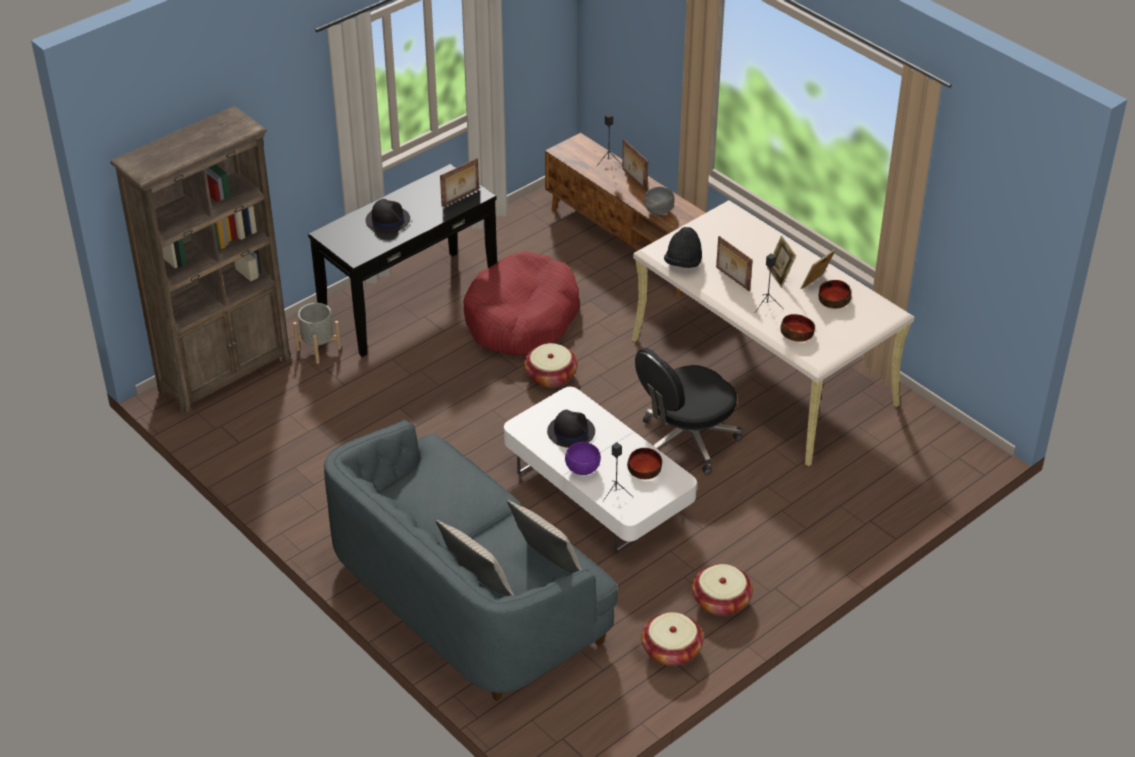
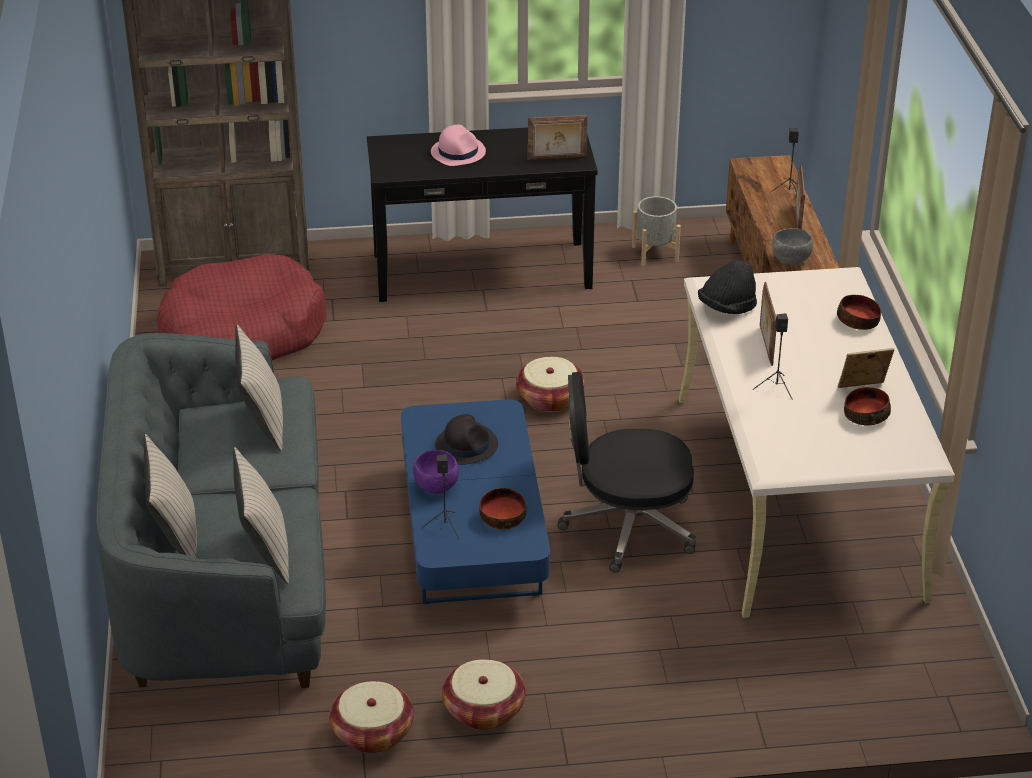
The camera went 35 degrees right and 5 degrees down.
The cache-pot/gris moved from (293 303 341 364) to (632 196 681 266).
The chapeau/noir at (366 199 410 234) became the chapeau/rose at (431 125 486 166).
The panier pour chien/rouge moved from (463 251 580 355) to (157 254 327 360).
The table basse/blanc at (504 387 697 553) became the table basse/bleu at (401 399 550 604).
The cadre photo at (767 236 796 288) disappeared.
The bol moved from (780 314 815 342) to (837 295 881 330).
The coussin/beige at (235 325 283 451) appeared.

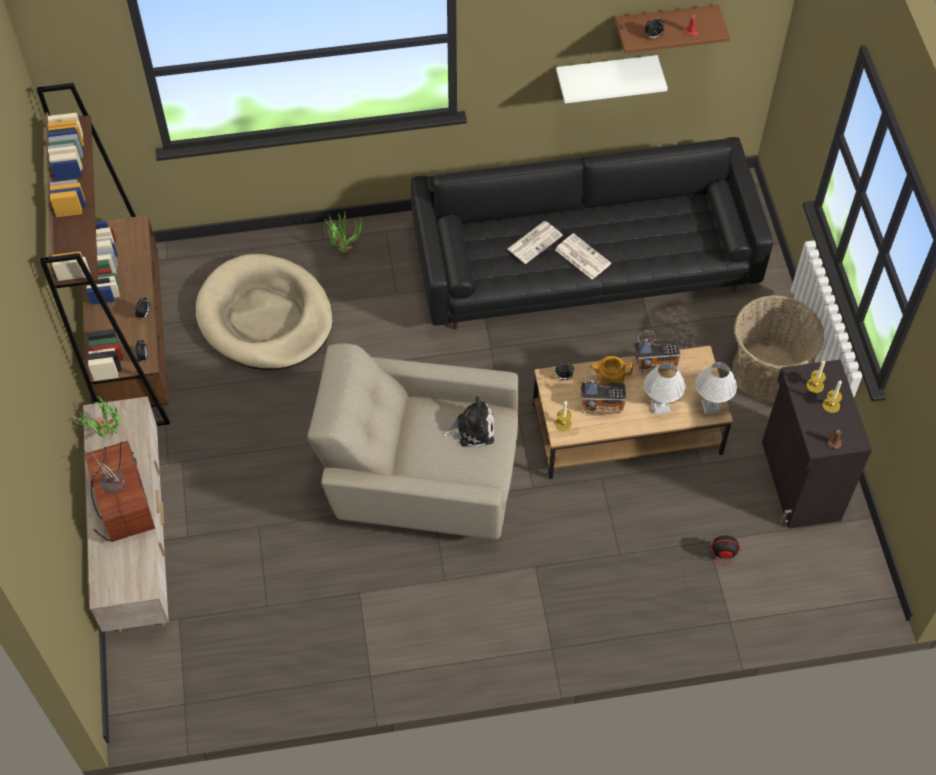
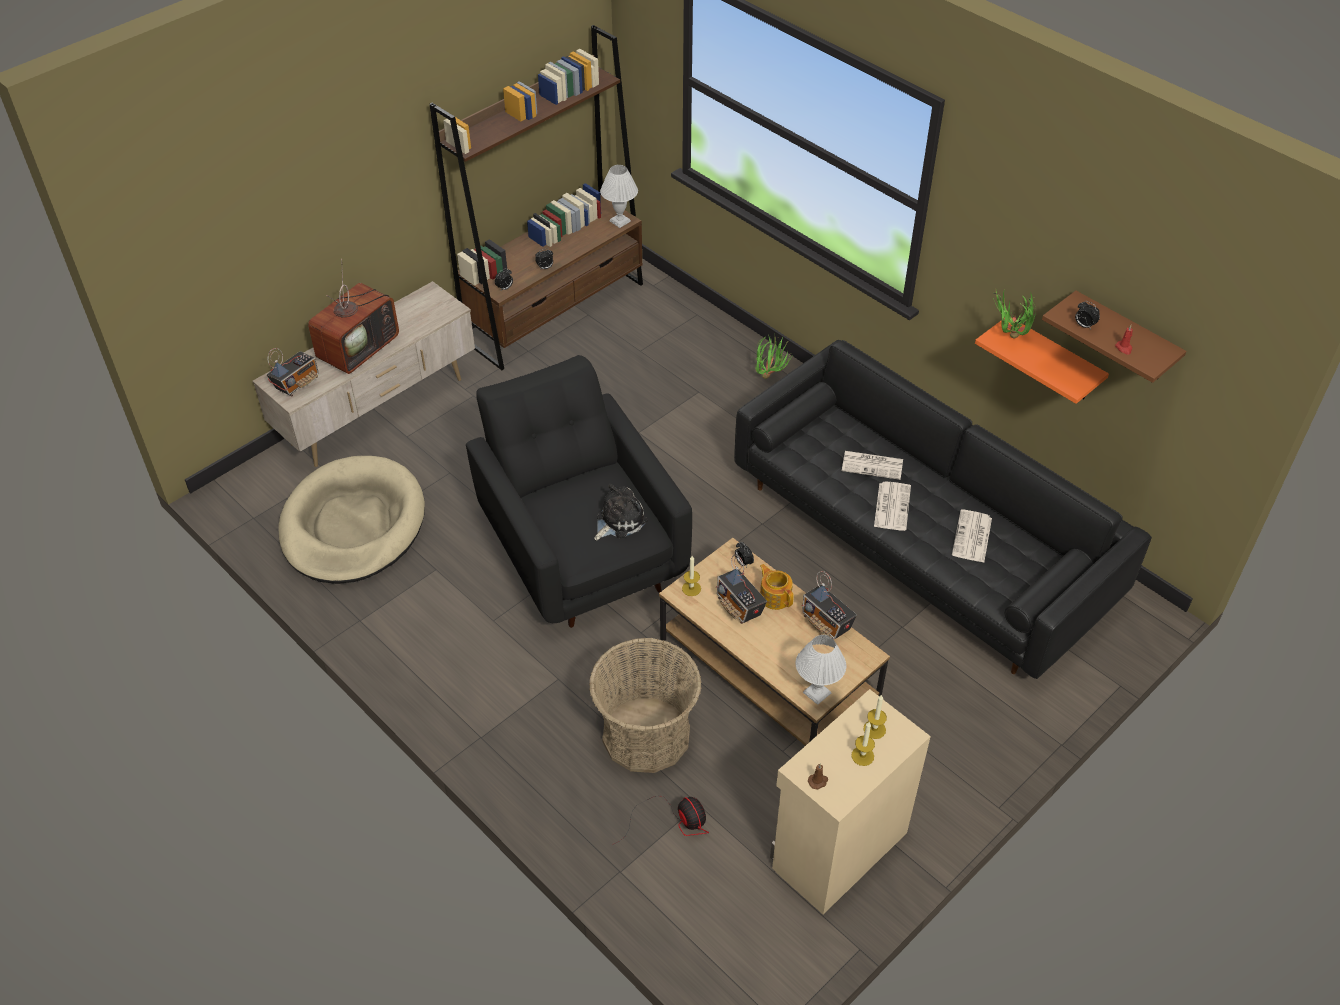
The camera went 55 degrees right and 10 degrees down.
The plante en pot moved from (74 396 120 438) to (993 289 1036 339).
The panier pour chien/beige moved from (196 254 333 370) to (278 456 425 584).
The fauteuil/beige at (308 343 519 540) became the fauteuil/noir at (466 355 692 628).
The peluche at (442 396 494 447) turned 90 degrees counterclockwise.
The étagère/blanc at (556 55 668 103) became the étagère/orange at (975 318 1109 404).
The lampe de table/blanc moved from (644 362 685 415) to (600 165 638 228).
The panier moved from (732 295 824 403) to (589 637 702 773).
The meuble de rangement/noir at (762 359 872 528) became the meuble de rangement/beige at (770 689 931 914).
The radio at (267 348 319 396) appeared.
The journal at (952 509 992 563) appeared.

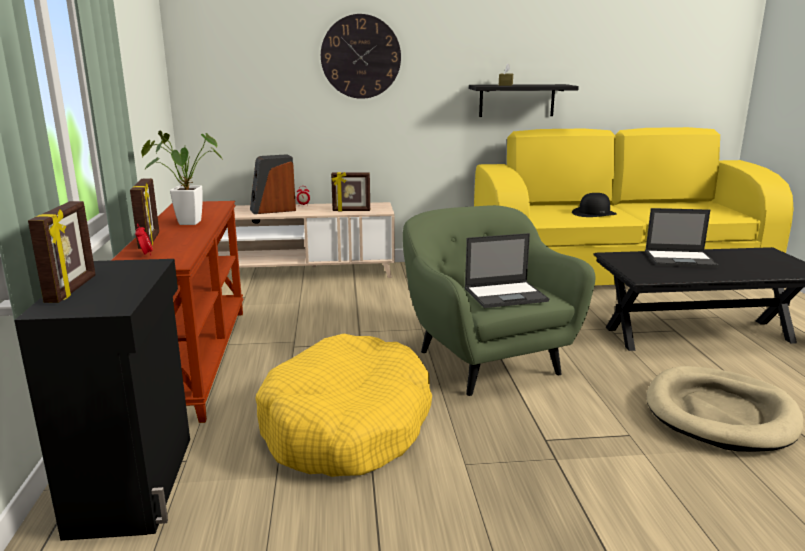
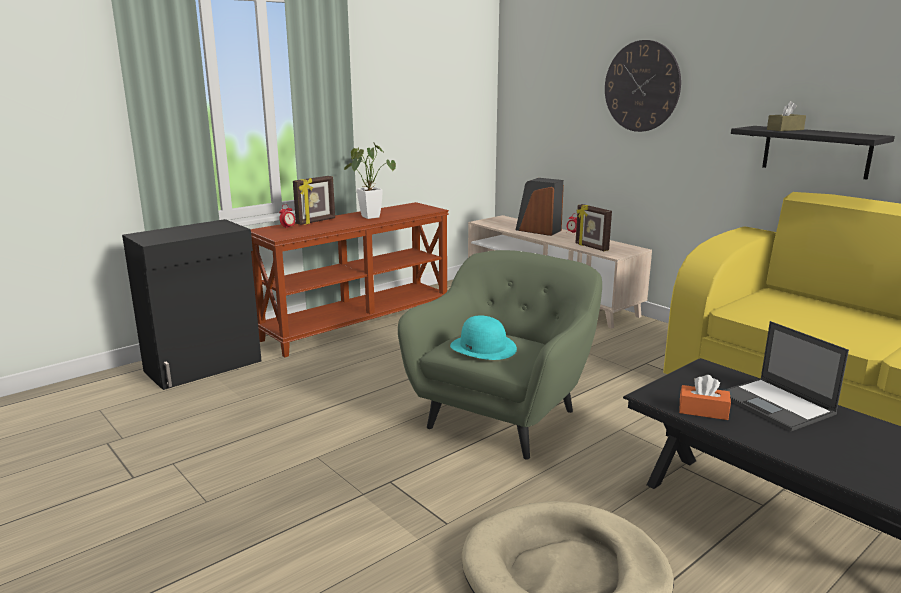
The camera went 55 degrees right and 0 degrees up.
The cadre photo at (28 201 96 303) disappeared.
The panier pour chien/jaune at (255 334 432 477) disappeared.
The ordinateur portable at (465 233 549 308) was replaced by the chapeau/turquoise at (450 315 517 360).
The chapeau/noir at (572 193 617 217) disappeared.
The boîte à mouchoirs/orange at (679 375 731 420) appeared.

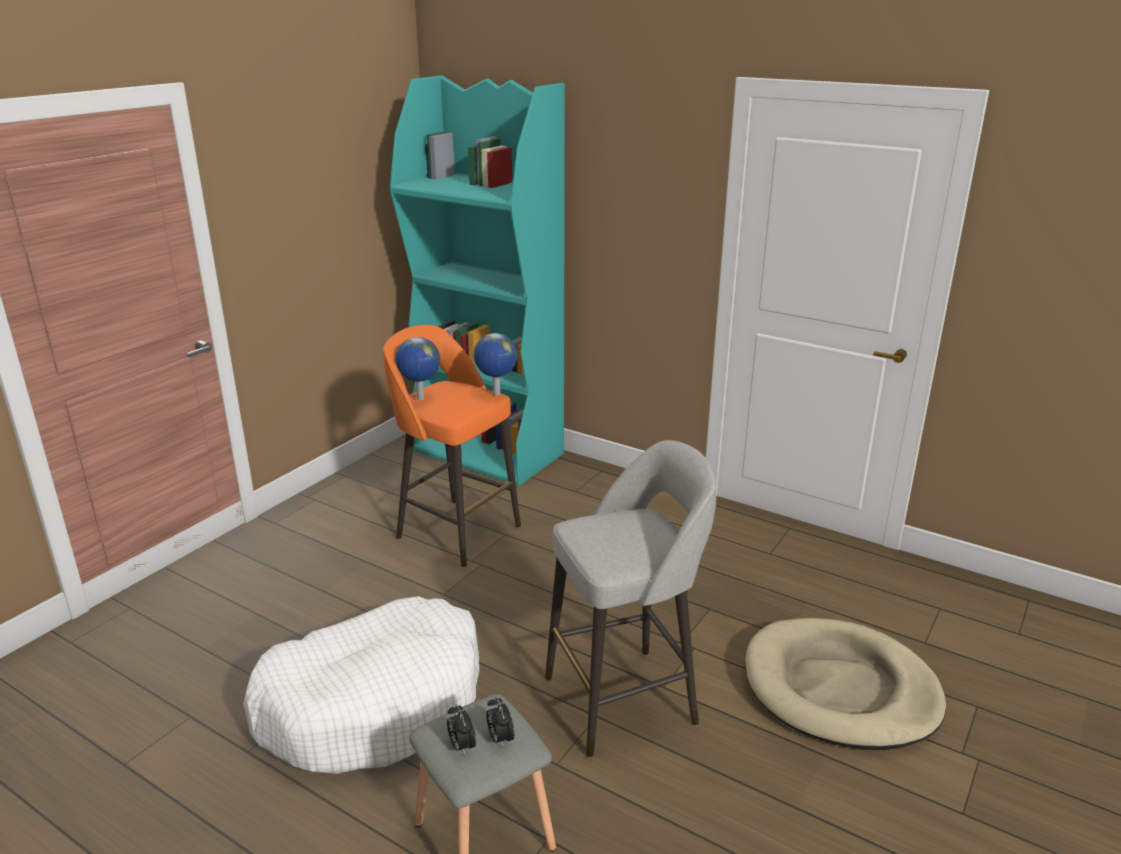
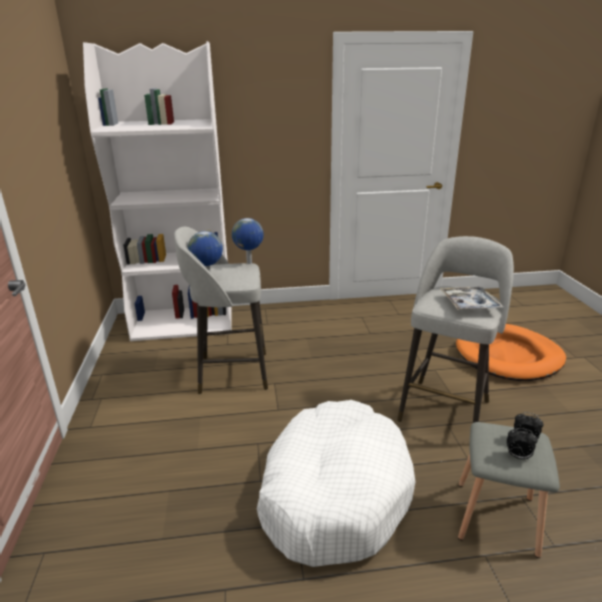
The camera went 40 degrees left and 0 degrees up.
The tabouret/orange at (383 325 521 567) became the tabouret/gris at (174 227 268 394).
The bibliothèque/turquoise at (390 76 565 486) became the bibliothèque/blanc at (83 41 232 341).
The panier pour chien/beige at (745 618 946 750) became the panier pour chien/orange at (456 324 566 381).
The plateau at (440 287 503 310) appeared.

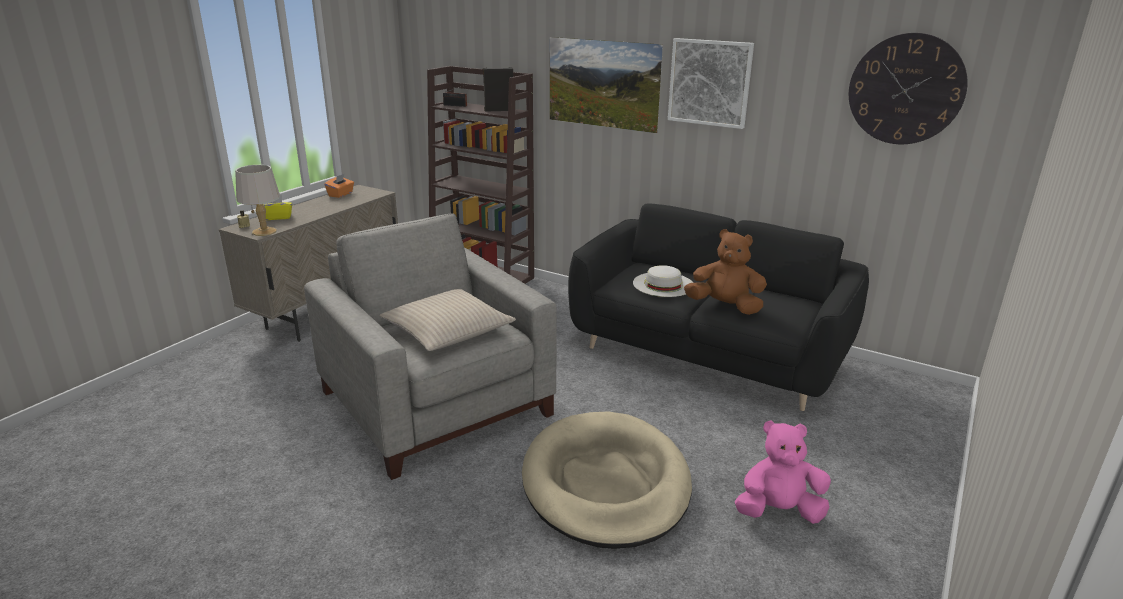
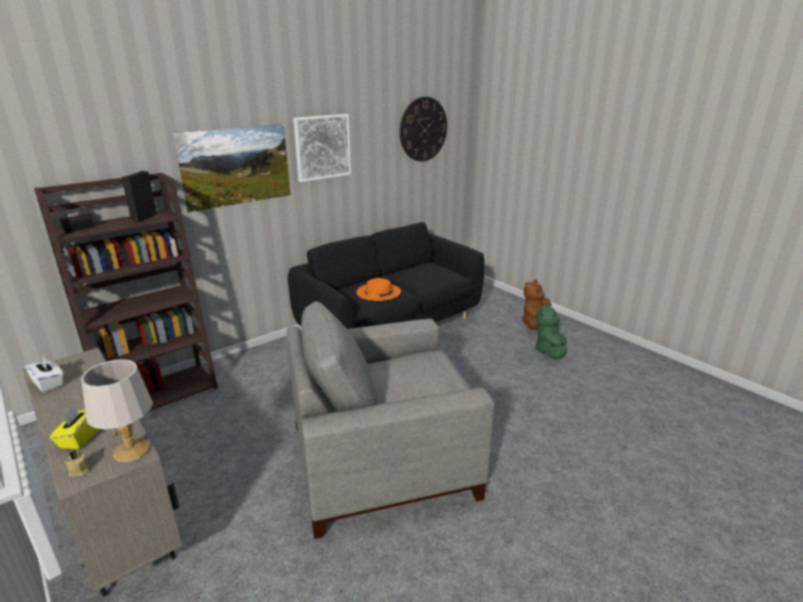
The camera went 70 degrees left and 0 degrees up.
The boîte à mouchoirs/orange at (325 174 354 198) became the boîte à mouchoirs/blanc at (25 356 64 393).
The coussin/beige at (379 289 516 351) disappeared.
The panier pour chien/beige at (522 411 692 549) disappeared.
The chapeau/blanc at (633 265 693 297) became the chapeau/orange at (357 278 401 301).
The peluche/marron moved from (684 229 767 315) to (522 279 551 329).
The peluche/rose at (735 420 831 524) became the peluche/vert at (534 303 567 359).

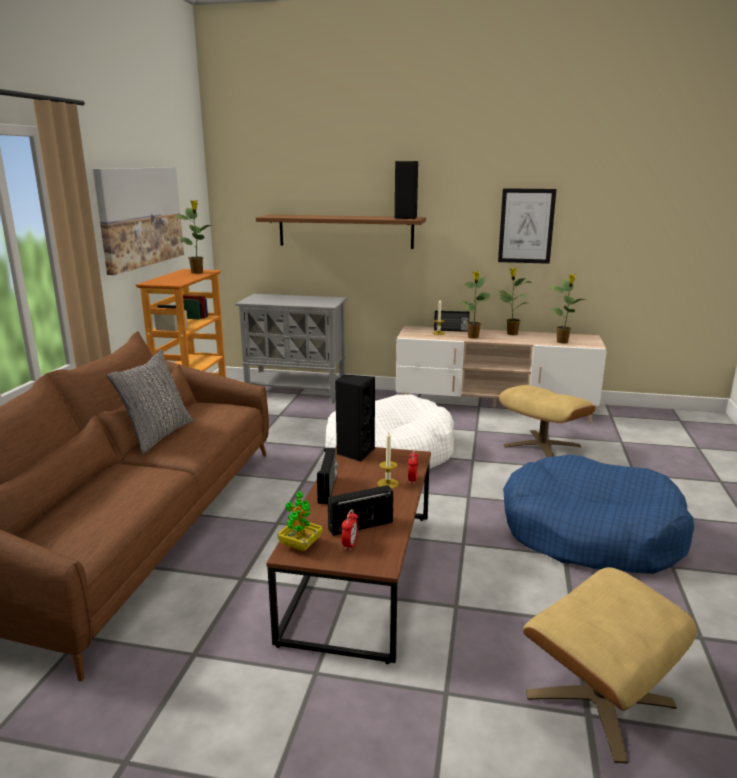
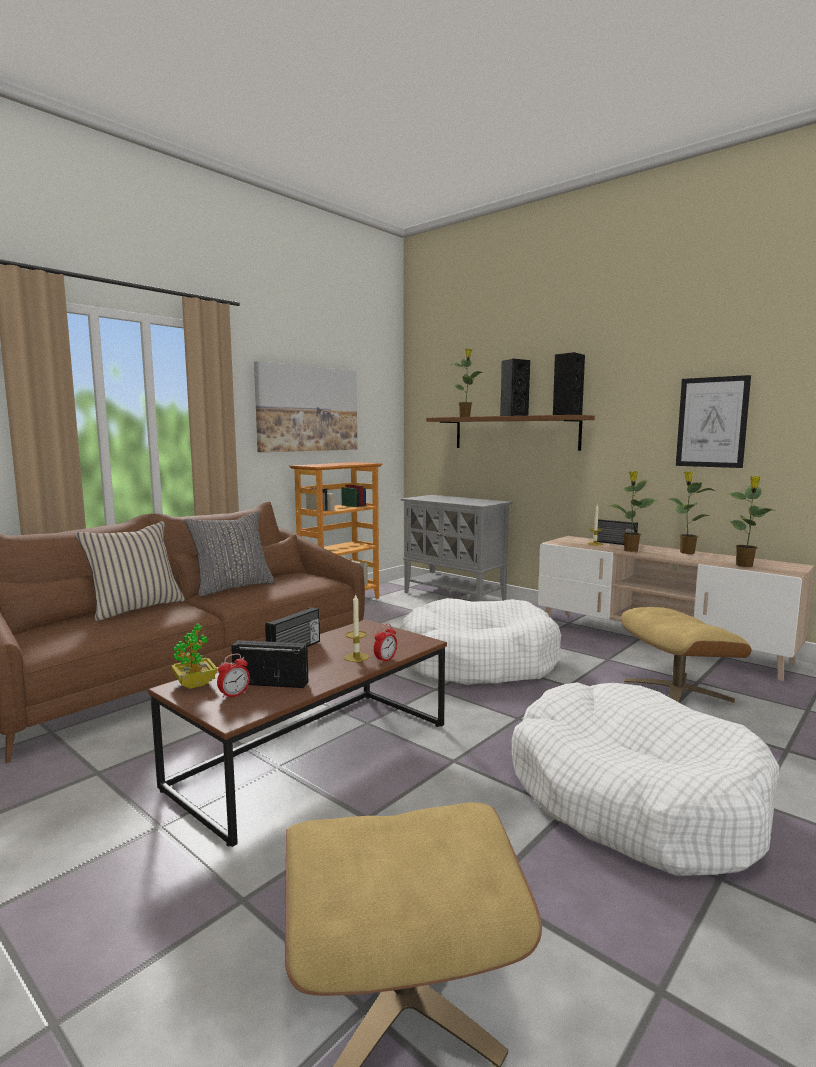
The camera went 30 degrees right and 10 degrees down.
The plante en pot moved from (174 200 212 274) to (450 349 482 417).
The enceinte/noir moved from (335 375 375 462) to (500 358 530 416).
The panier pour chien/bleu at (503 455 694 574) became the panier pour chien/blanc at (512 683 780 876).
The coussin/beige at (75 521 185 621) appeared.

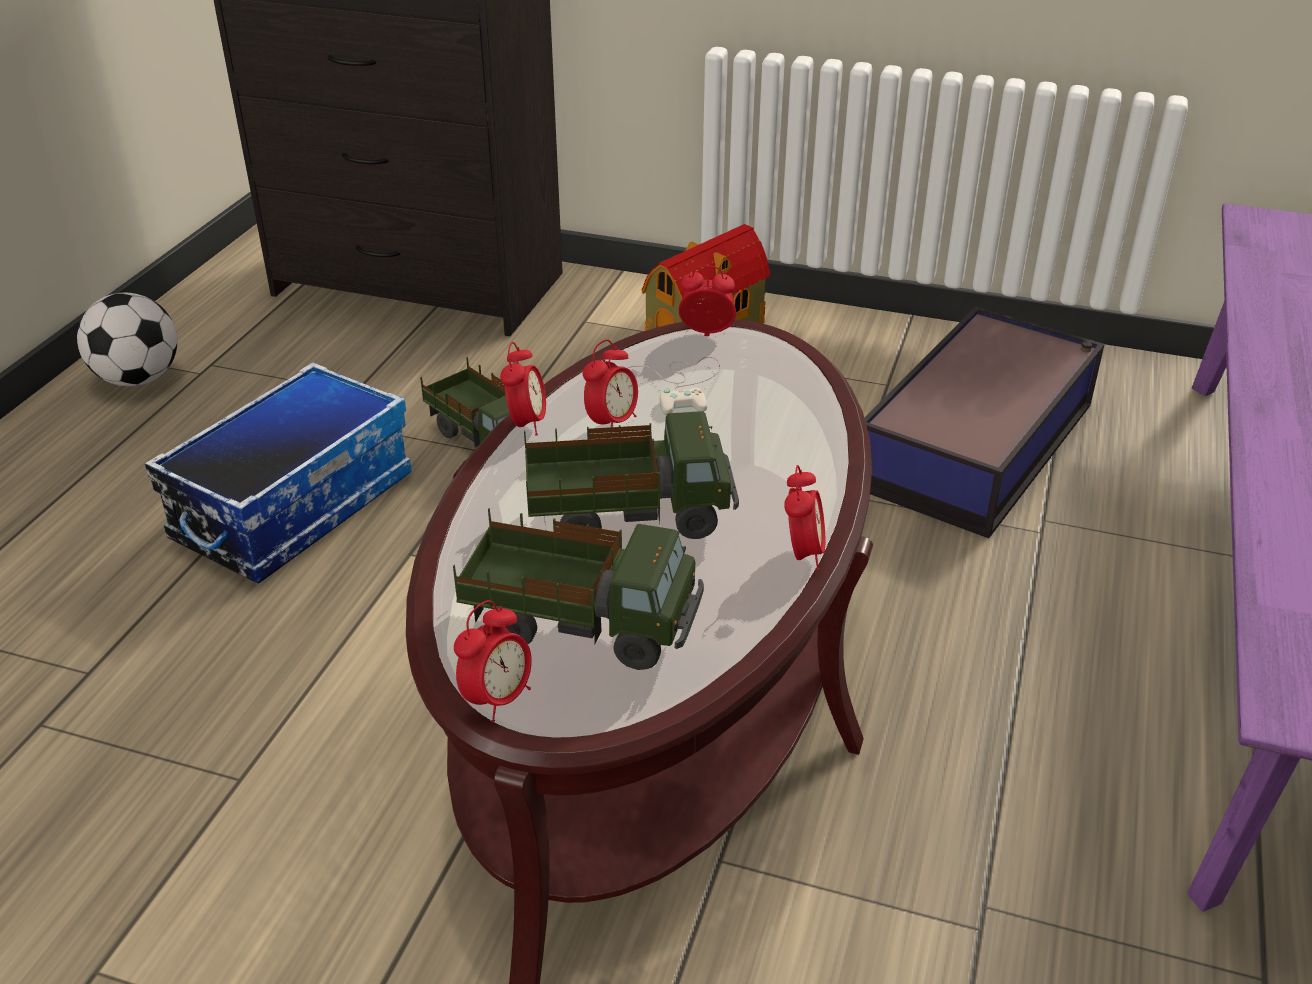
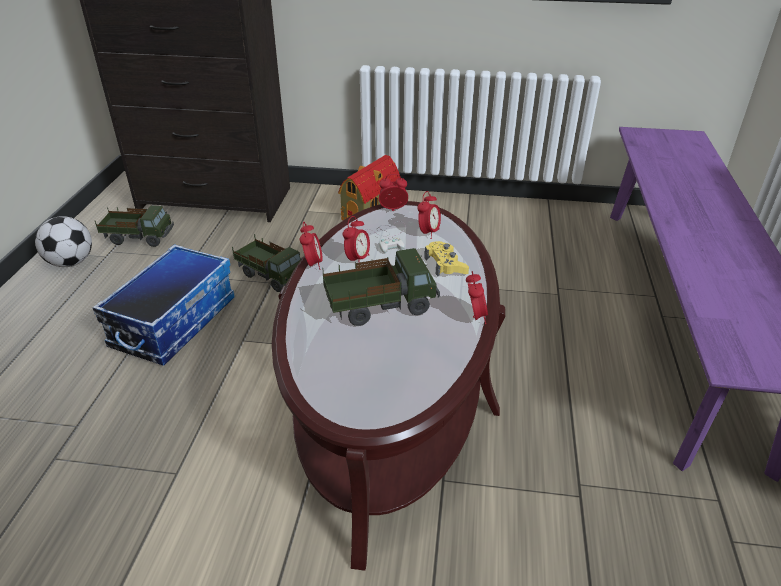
The camera went 10 degrees left and 0 degrees up.
The camion jouet moved from (453 508 704 670) to (95 206 174 247).
The réveil moved from (454 600 532 723) to (417 191 441 239).
The boîte de rangement at (864 307 1105 538) disappeared.
The manette/jaune at (424 241 469 277) appeared.

